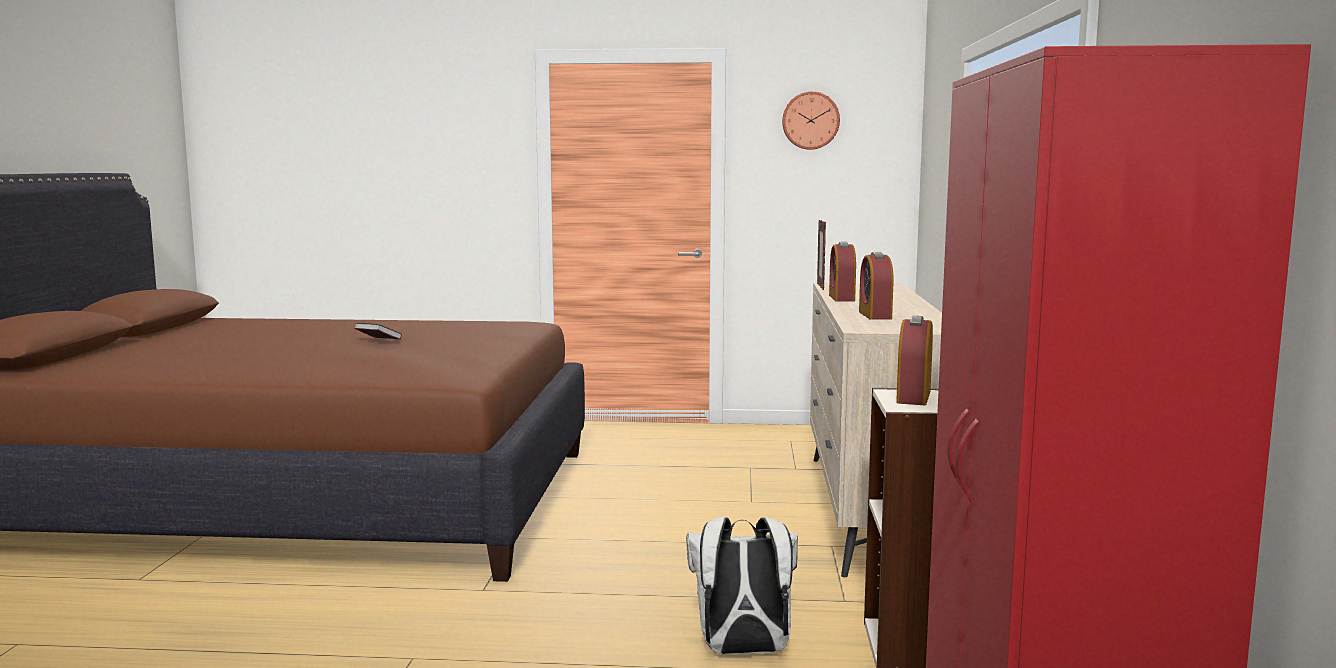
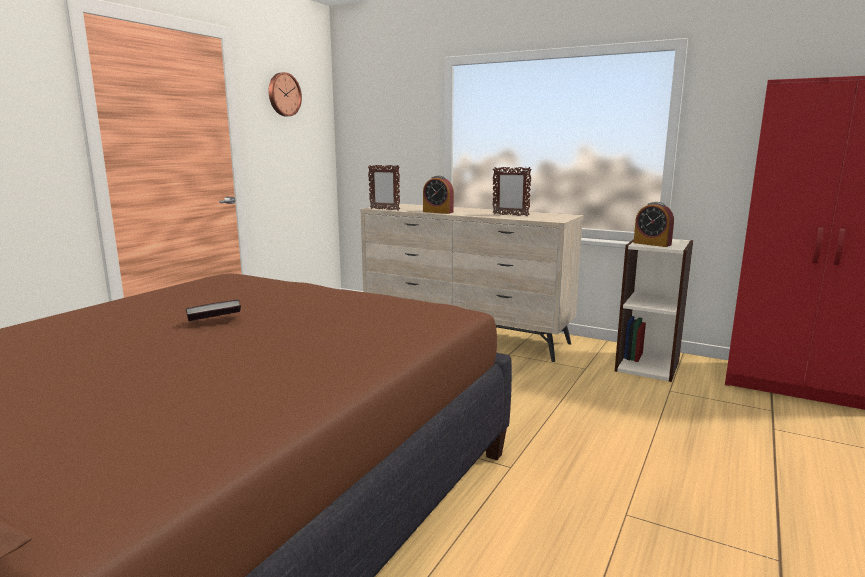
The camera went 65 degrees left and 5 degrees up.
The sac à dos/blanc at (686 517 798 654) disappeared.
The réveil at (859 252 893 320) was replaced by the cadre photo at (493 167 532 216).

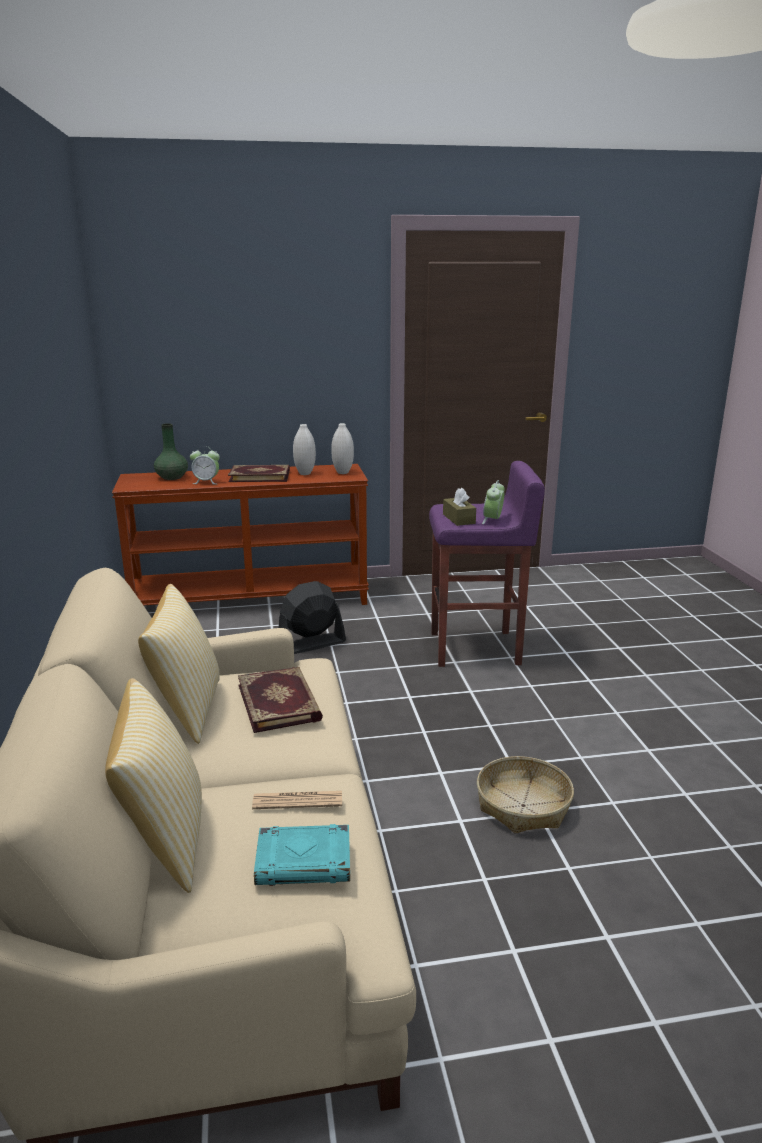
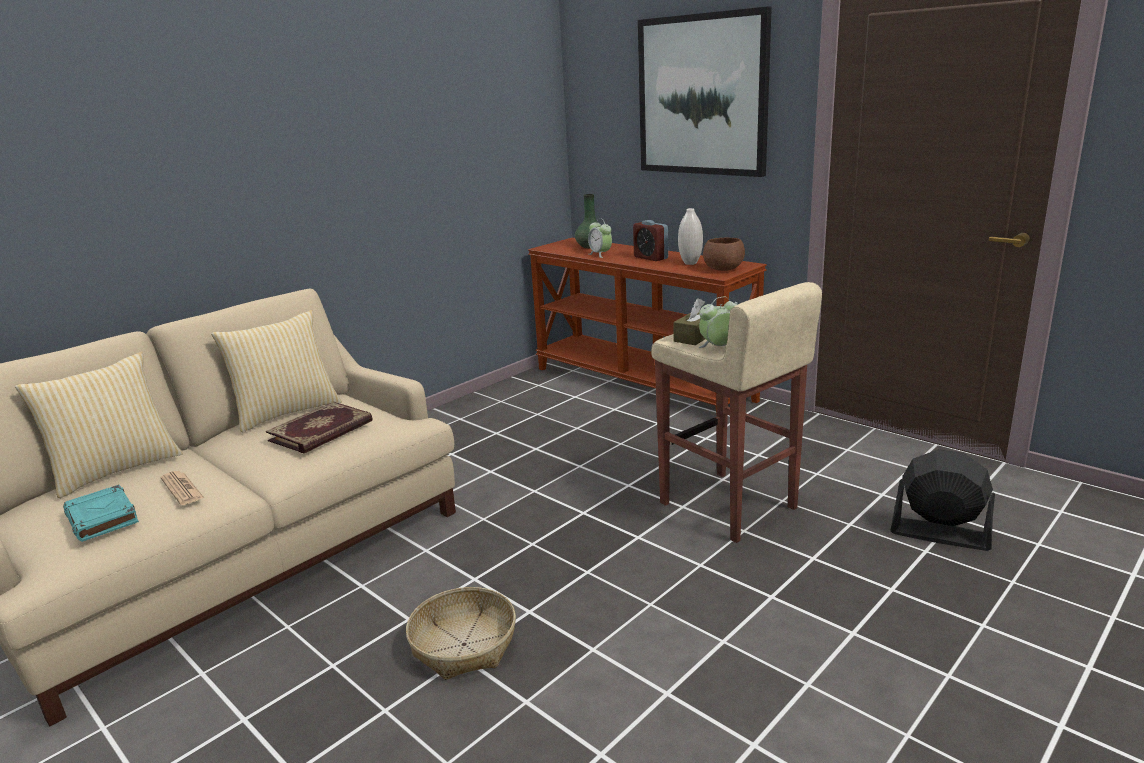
The camera went 55 degrees right and 0 degrees up.
The livre at (228 465 290 482) was replaced by the réveil at (633 220 668 261).
The ventilateur/noir moved from (279 581 346 654) to (890 449 995 551).
The vase/blanc at (331 423 354 474) was replaced by the bol/marron at (703 238 745 271).
The tabouret/violet at (429 461 545 667) became the tabouret/beige at (651 282 822 543).
The tableau at (638 6 772 177) appeared.

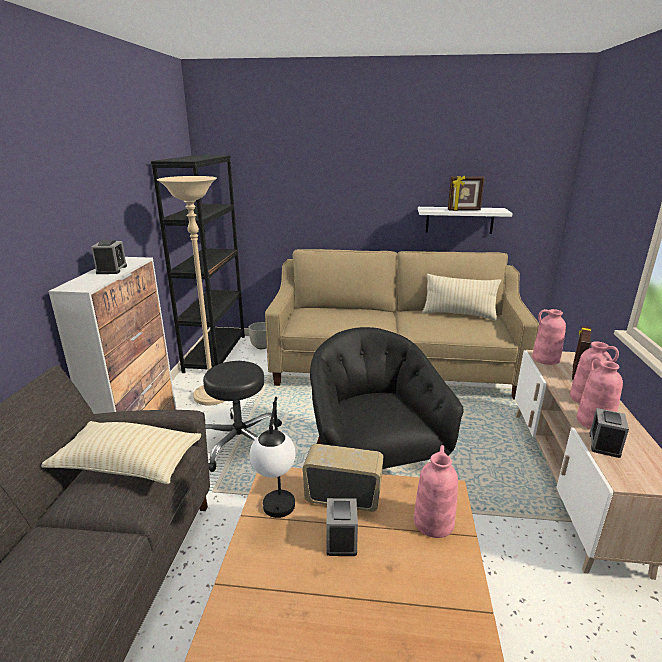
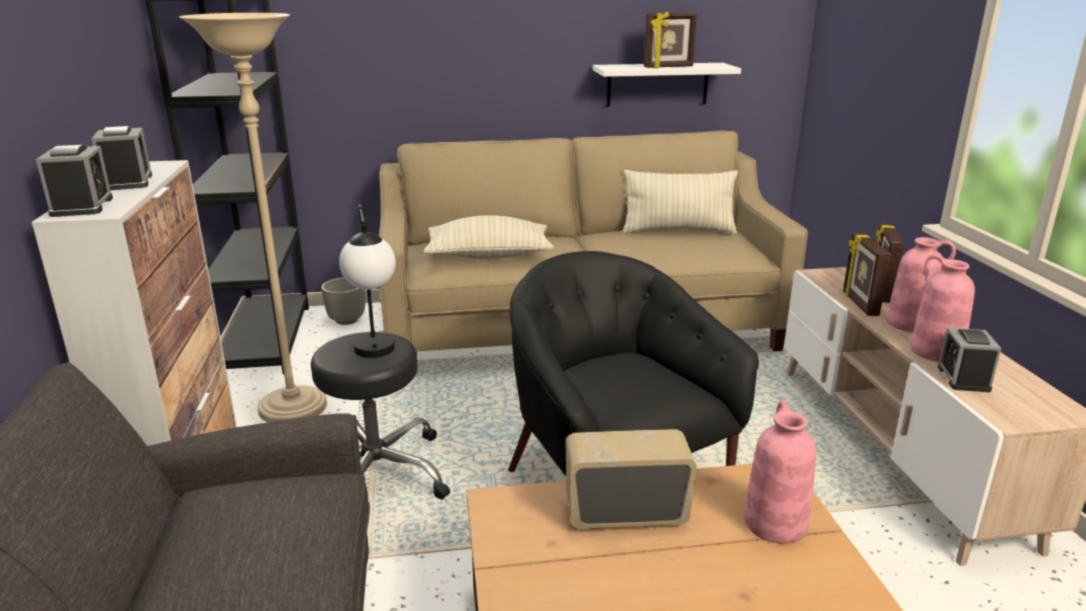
The camera went 15 degrees left and 0 degrees up.
The coussin/beige moved from (41 421 201 484) to (423 215 554 259).
The lampe de table moved from (250 397 296 518) to (339 204 396 358).
The réveil moved from (327 498 358 556) to (36 145 113 217).
The vase/rose at (532 309 566 365) disappeared.
The cadre photo at (843 233 891 316) appeared.

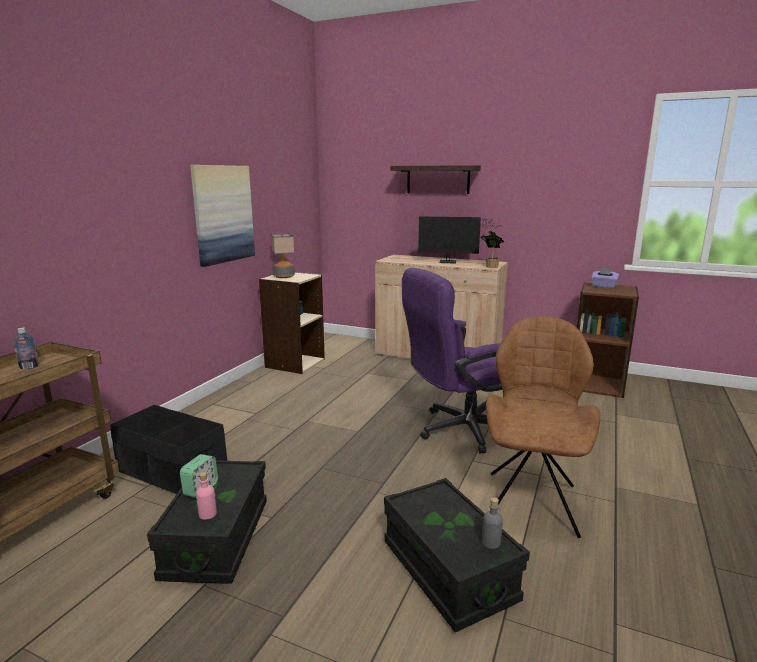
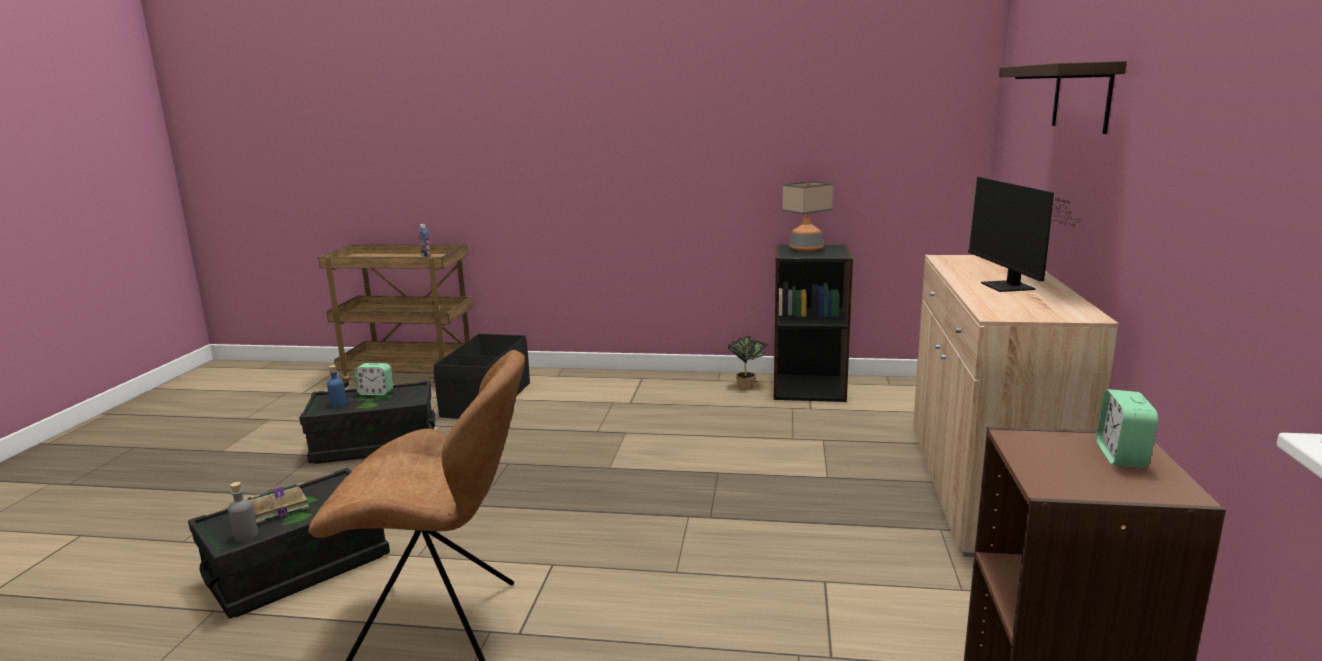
The camera went 75 degrees right and 0 degrees up.
The tableau at (190 165 255 267) disappeared.
The bouteille/rose at (196 472 217 520) became the bouteille/bleu at (327 365 347 408).
The bibliothèque/beige at (259 272 325 374) became the bibliothèque/noir at (773 244 853 402).
The chaise de bureau/violet at (402 268 502 454) disappeared.
The plante en pot moved from (481 231 505 268) to (727 336 769 390).
The boîte à mouchoirs/violet at (591 268 619 288) was replaced by the réveil at (1096 389 1158 468).
The livre at (247 482 310 523) appeared.

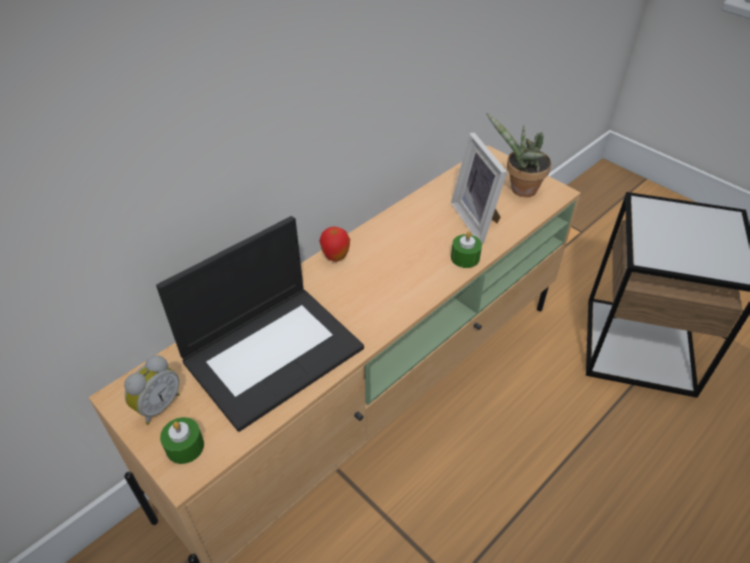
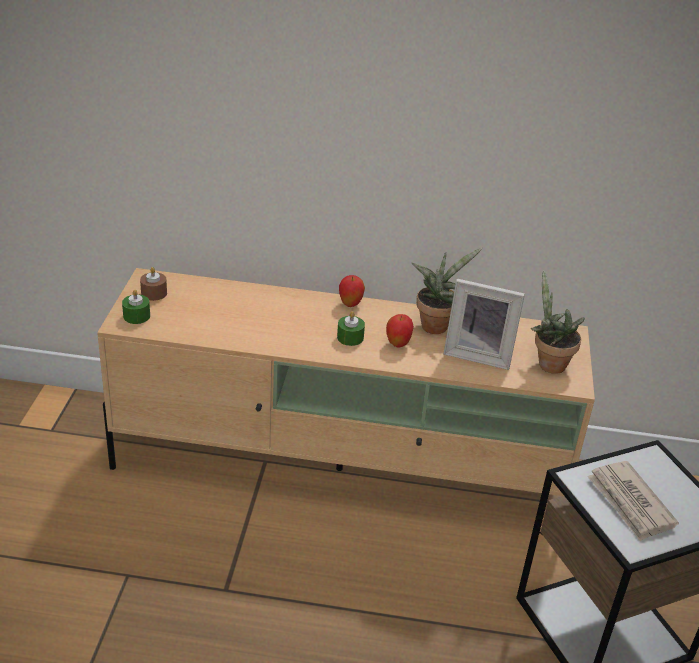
The camera went 50 degrees right and 10 degrees down.
The réveil at (124 355 180 425) was replaced by the bougie/marron at (140 267 167 301).
The ordinateur portable at (156 216 364 432) disappeared.
The cadre photo at (451 132 507 244) turned 105 degrees counterclockwise.
The bougie/vert moved from (451 231 482 268) to (337 311 365 346).
The pomme at (386 314 414 348) appeared.
The plante en pot at (412 248 483 334) appeared.
The journal at (587 461 679 541) appeared.

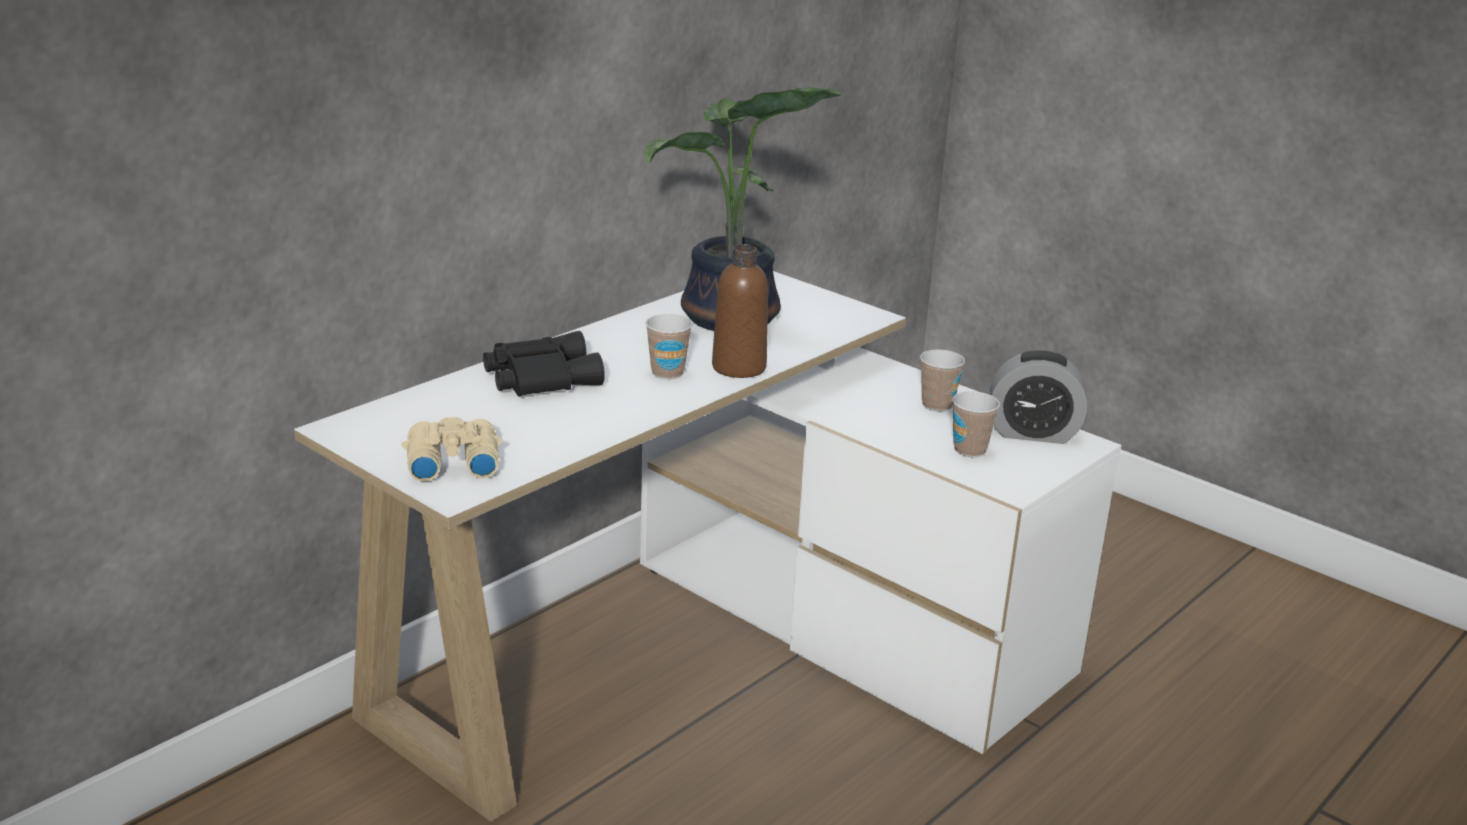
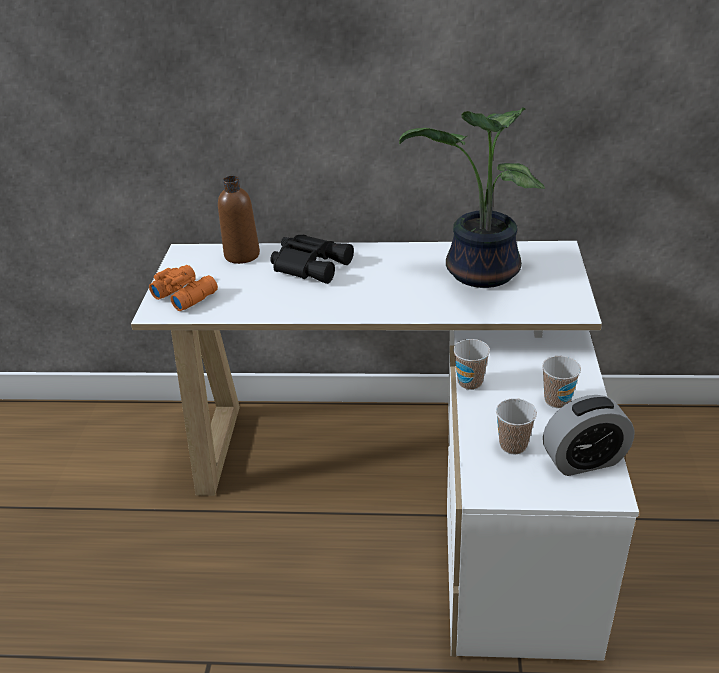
The camera went 55 degrees right and 10 degrees up.
The jumelles/beige at (402 417 502 482) became the jumelles/orange at (149 265 218 311).
The tasse moved from (645 314 693 379) to (453 339 490 390).
The bouteille/marron moved from (712 244 768 378) to (218 176 260 264).
The réveil at (990 350 1087 444) turned 75 degrees counterclockwise.

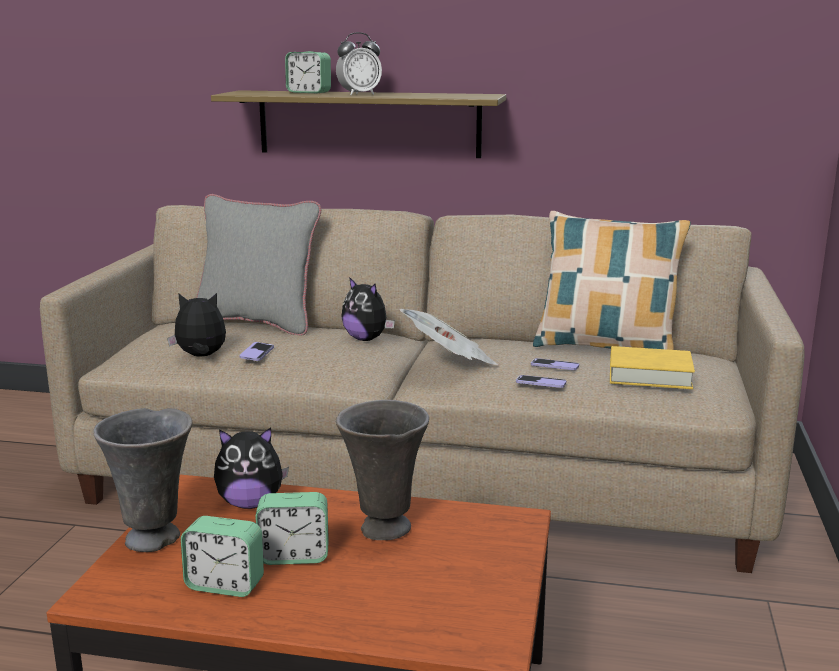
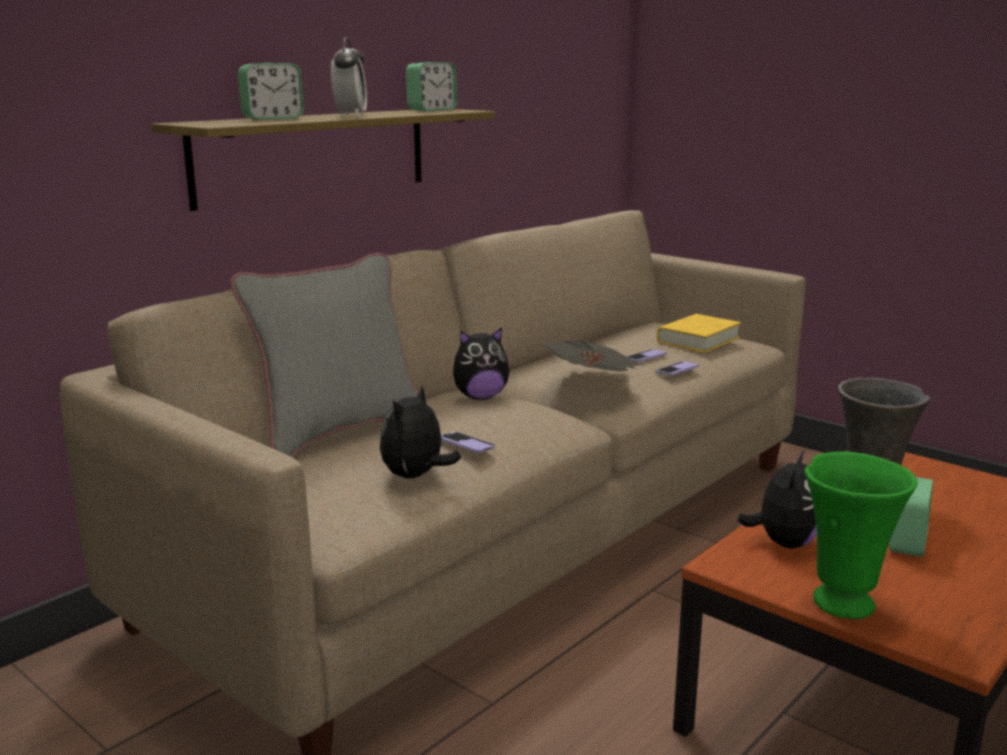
The camera went 60 degrees left and 0 degrees up.
The vase/gris at (93 408 192 552) became the vase/vert at (804 451 918 619).
The réveil moved from (181 516 264 597) to (406 62 458 111).
The coussin at (533 211 691 350) disappeared.

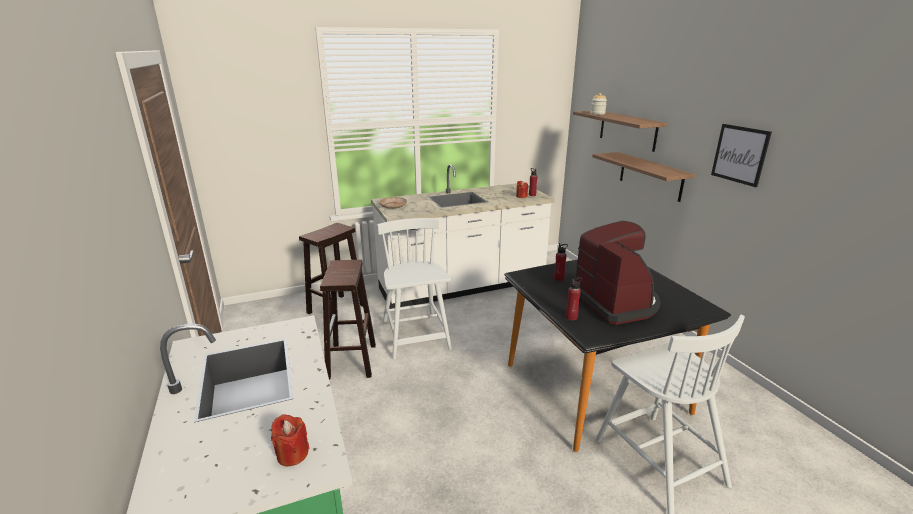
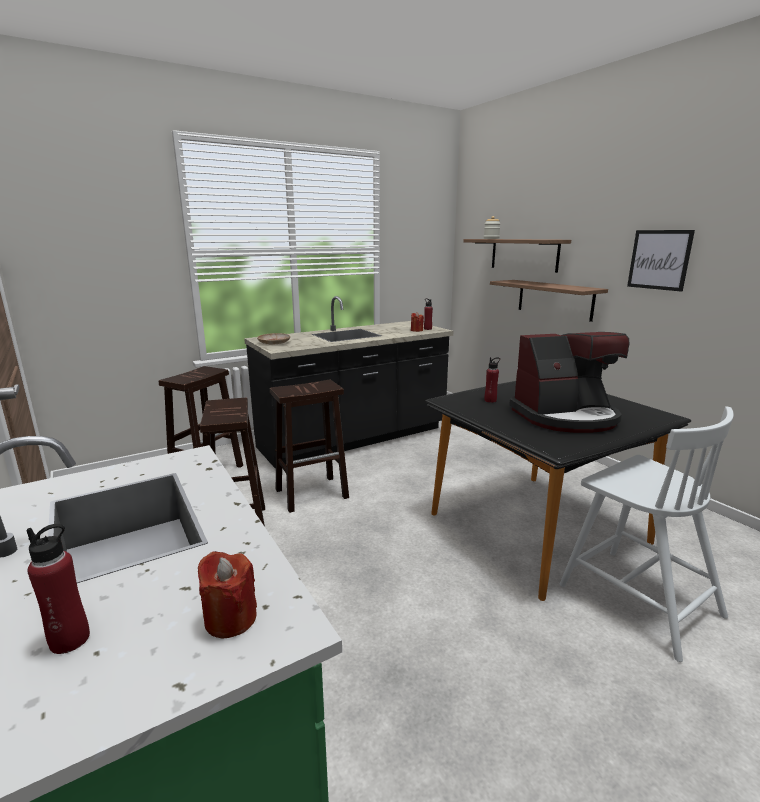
The camera went 10 degrees left and 5 degrees down.
The comptoir de cuisine/blanc at (371 164 555 309) became the comptoir de cuisine/noir at (244 296 453 468).
The chaise/blanc at (377 218 452 360) was replaced by the tabouret/marron at (270 380 349 513).
The bouteille/rouge moved from (566 277 582 320) to (26 524 90 654).
The machine à café at (575 221 661 325) turned 105 degrees clockwise.

